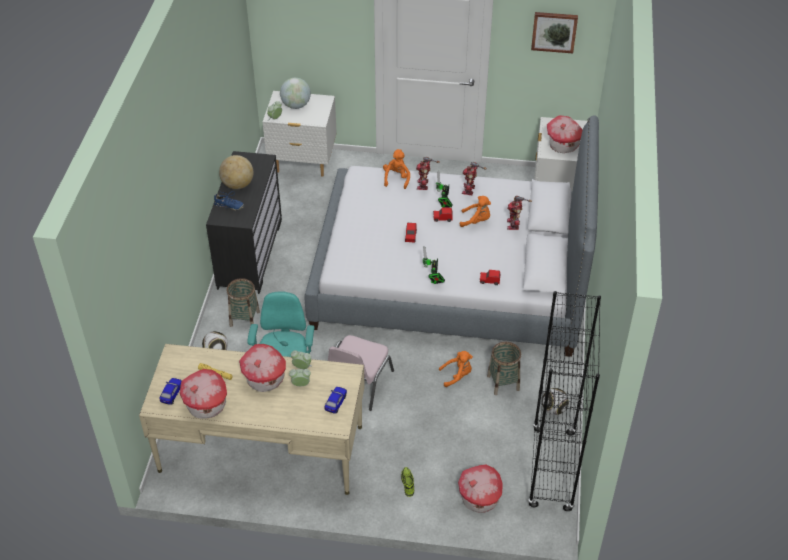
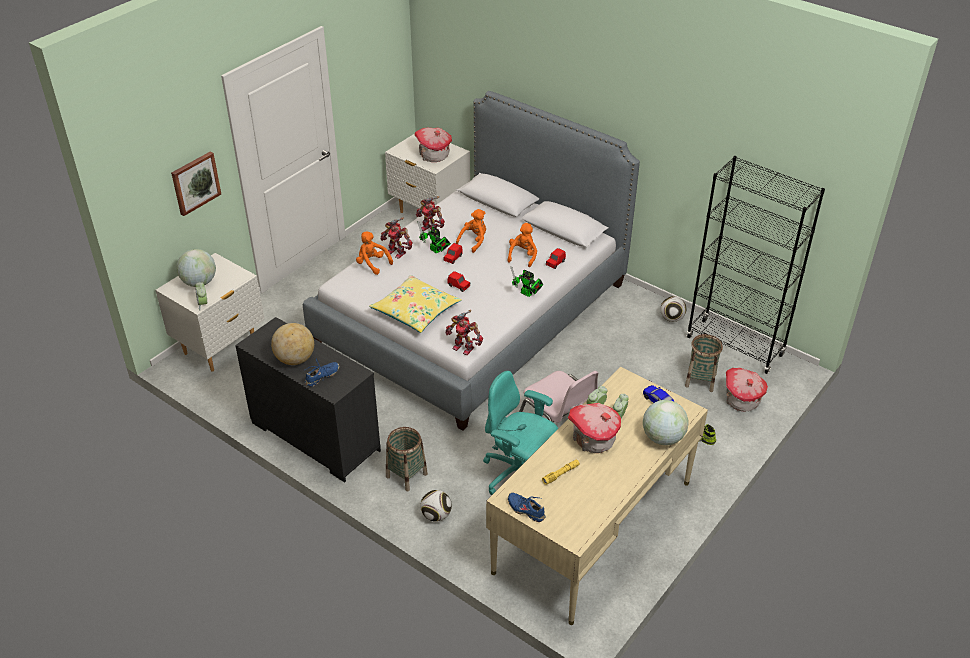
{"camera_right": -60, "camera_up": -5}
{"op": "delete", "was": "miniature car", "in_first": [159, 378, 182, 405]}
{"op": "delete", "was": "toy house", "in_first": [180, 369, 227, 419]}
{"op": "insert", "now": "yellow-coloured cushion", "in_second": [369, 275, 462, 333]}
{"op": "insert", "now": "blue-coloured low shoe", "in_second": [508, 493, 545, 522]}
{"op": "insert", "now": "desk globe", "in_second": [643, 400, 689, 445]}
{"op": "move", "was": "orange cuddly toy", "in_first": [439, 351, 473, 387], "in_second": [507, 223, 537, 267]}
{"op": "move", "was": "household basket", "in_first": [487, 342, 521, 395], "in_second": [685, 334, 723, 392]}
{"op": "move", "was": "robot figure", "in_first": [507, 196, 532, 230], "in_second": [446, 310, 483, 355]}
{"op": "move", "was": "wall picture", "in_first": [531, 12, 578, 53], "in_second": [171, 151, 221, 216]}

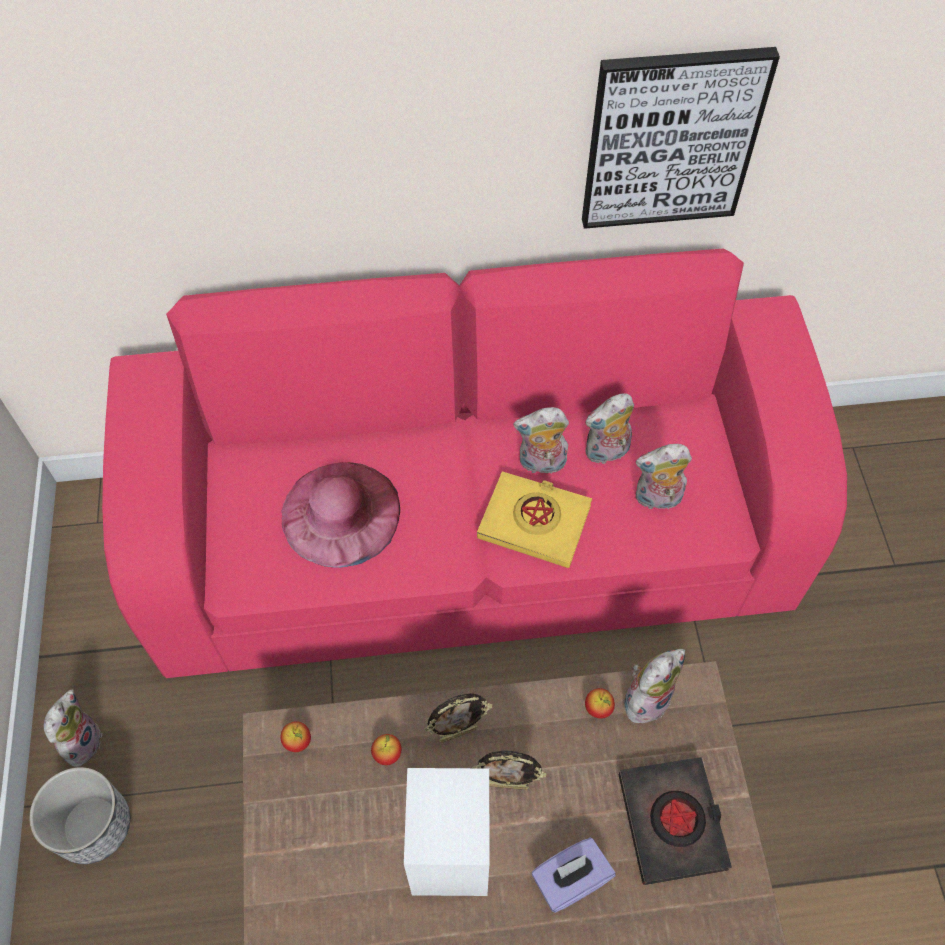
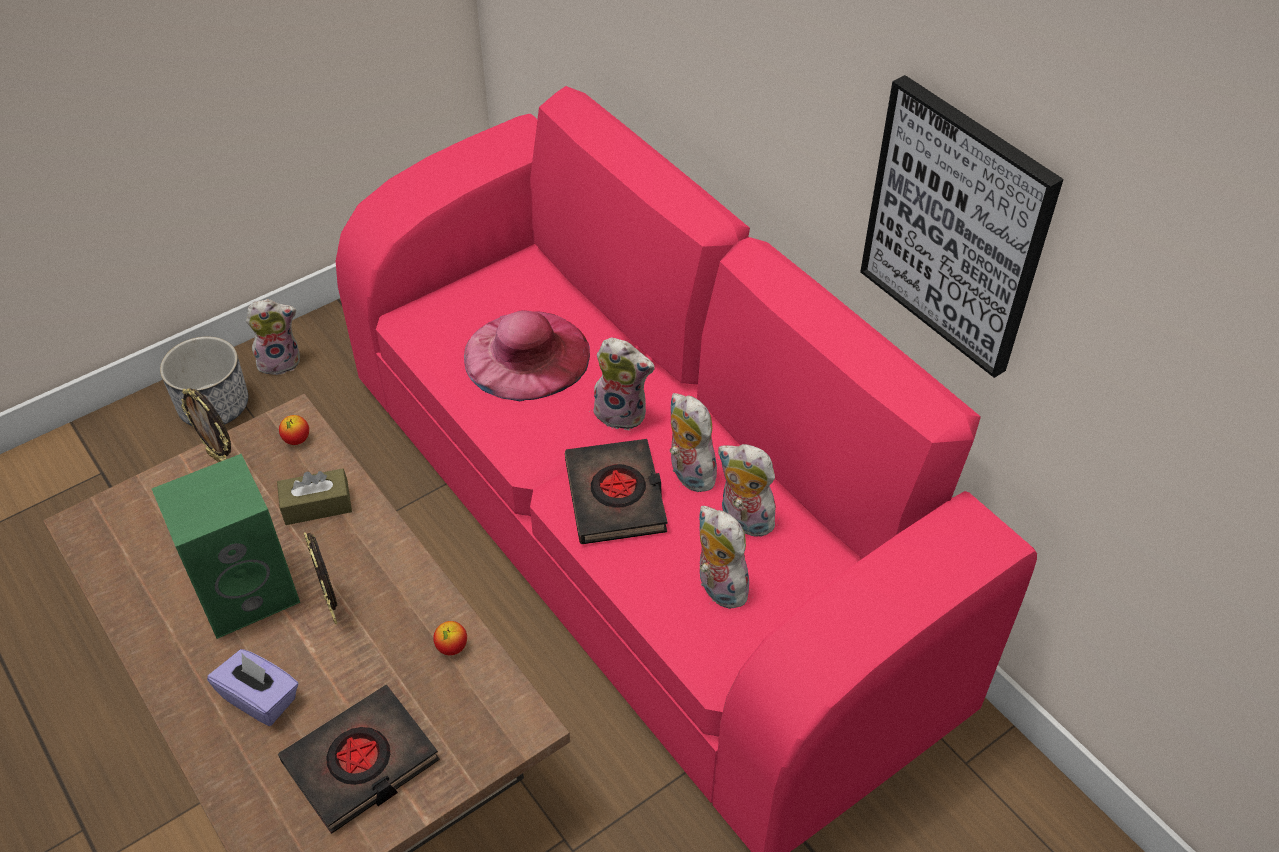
{"camera_right": 60, "camera_up": -10}
{"op": "move", "was": "photo frame", "in_first": [424, 693, 492, 742], "in_second": [181, 388, 231, 462]}
{"op": "move", "was": "cuddly toy", "in_first": [624, 649, 685, 723], "in_second": [591, 338, 655, 431]}
{"op": "replace", "was": "apple fruit", "now": "brown-coloured tissue box", "in_first": [371, 734, 401, 765], "in_second": [277, 468, 352, 525]}
{"op": "recolor", "was": "white-coloured speaker", "now": "green-coloured speaker", "in_first": [404, 768, 489, 896], "in_second": [152, 454, 300, 639]}
{"op": "recolor", "was": "yellow-coloured bound book", "now": "blackish bound book", "in_first": [477, 471, 592, 568], "in_second": [565, 439, 668, 544]}

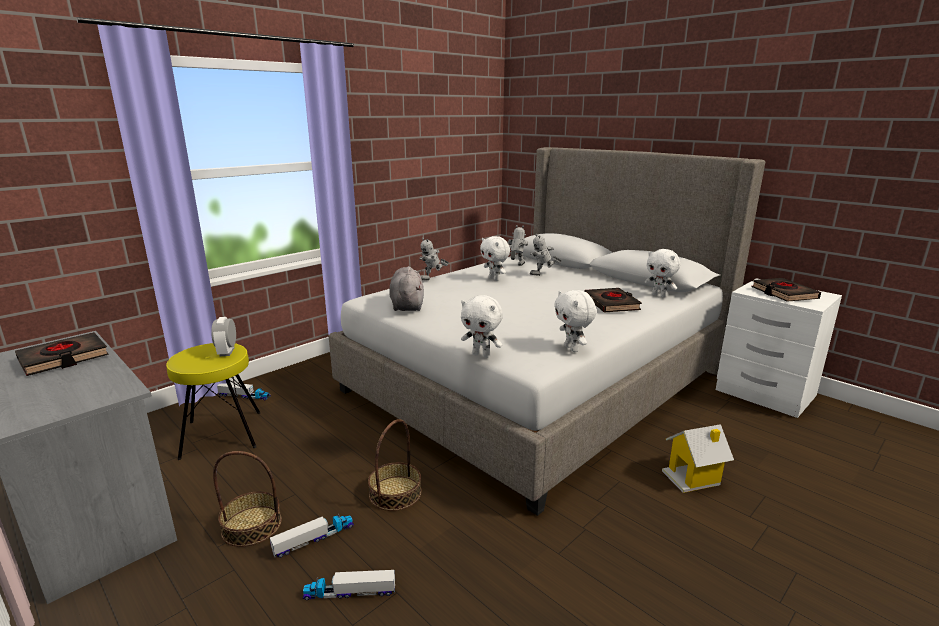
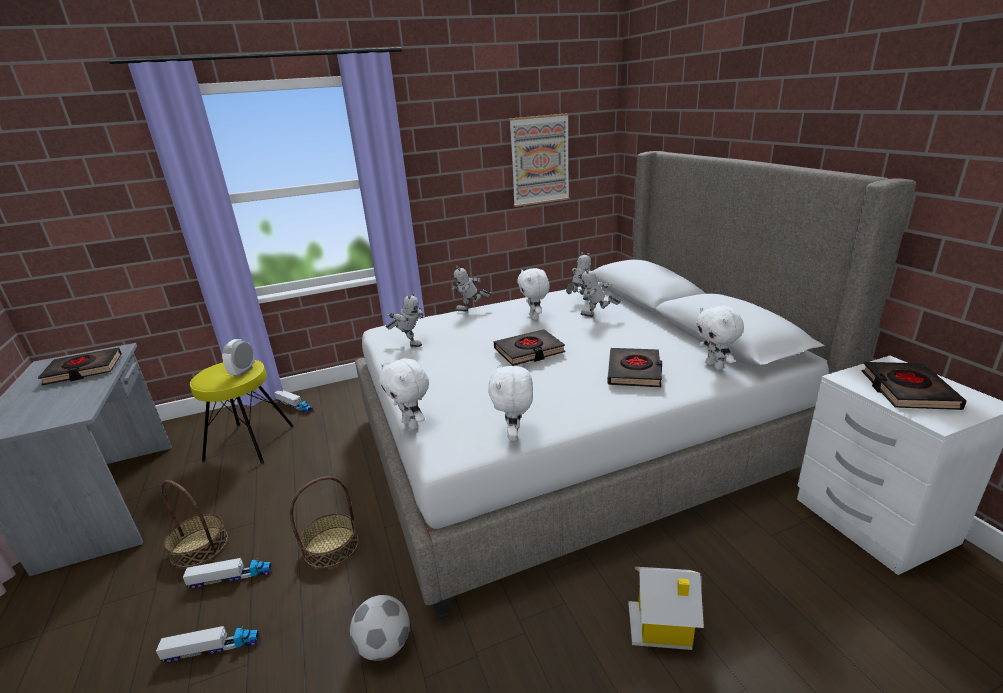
{"camera_right": 25, "camera_up": 5}
{"op": "insert", "now": "football", "in_second": [350, 595, 410, 661]}
{"op": "insert", "now": "blackish bound book", "in_second": [494, 329, 565, 366]}
{"op": "insert", "now": "wall picture", "in_second": [509, 113, 569, 207]}
{"op": "replace", "was": "gray cuddly toy", "now": "robot figure", "in_first": [389, 266, 424, 311], "in_second": [385, 292, 425, 347]}
{"op": "rotate", "was": "model truck", "in_first": [303, 570, 395, 600], "in_second": [156, 626, 260, 663], "clockwise": 150}

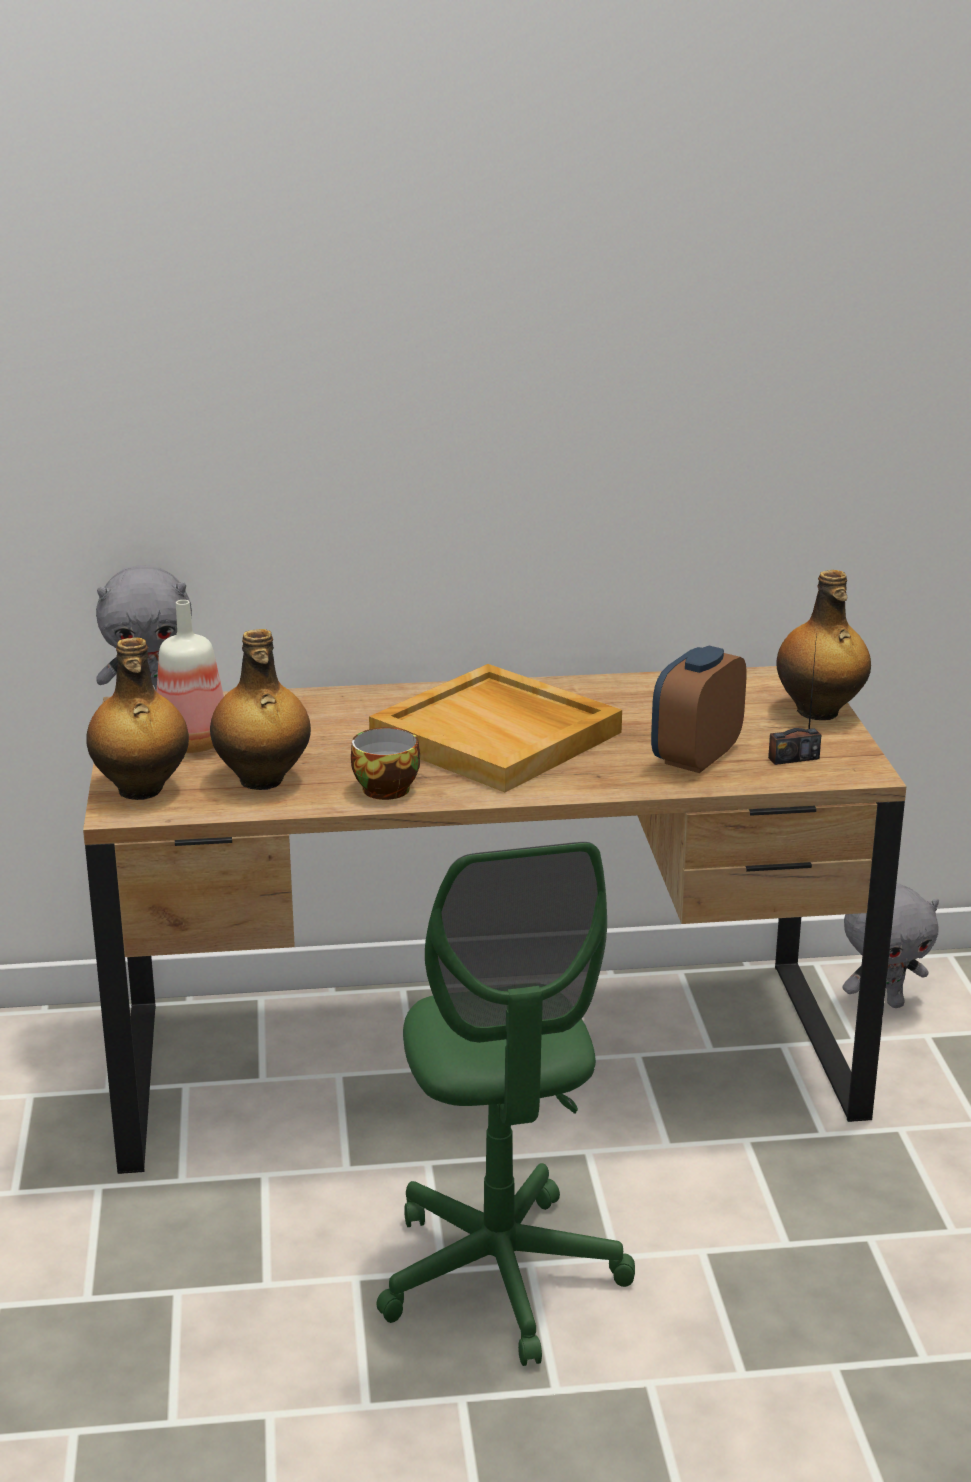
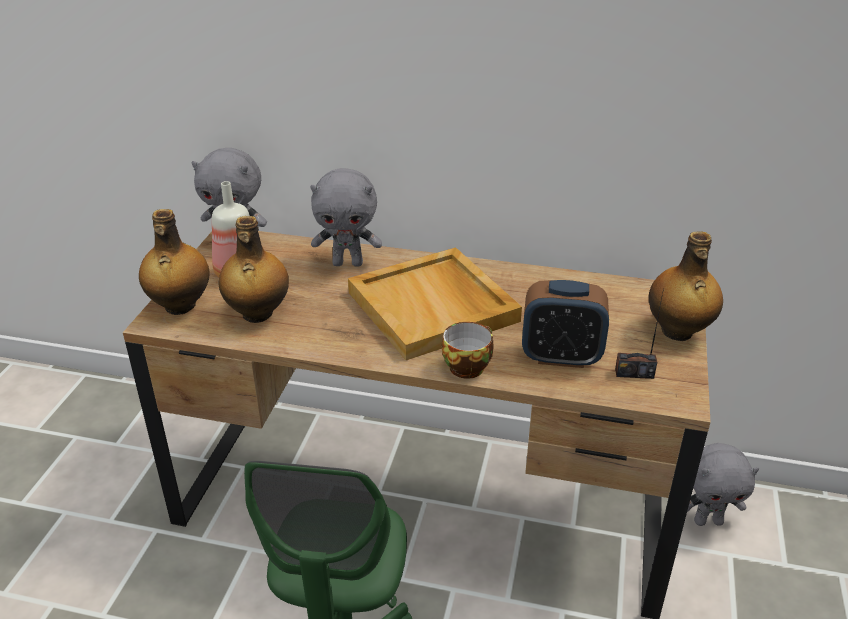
{"camera_right": 20, "camera_up": 10}
{"op": "insert", "now": "gray cuddly toy", "in_second": [310, 168, 382, 267]}
{"op": "move", "was": "cup", "in_first": [351, 727, 420, 800], "in_second": [442, 322, 494, 379]}
{"op": "rotate", "was": "table clock", "in_first": [651, 646, 747, 773], "in_second": [522, 280, 609, 368], "clockwise": -135}

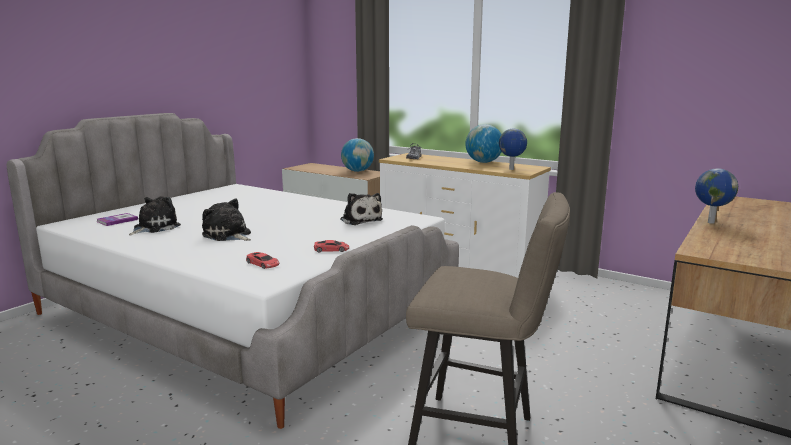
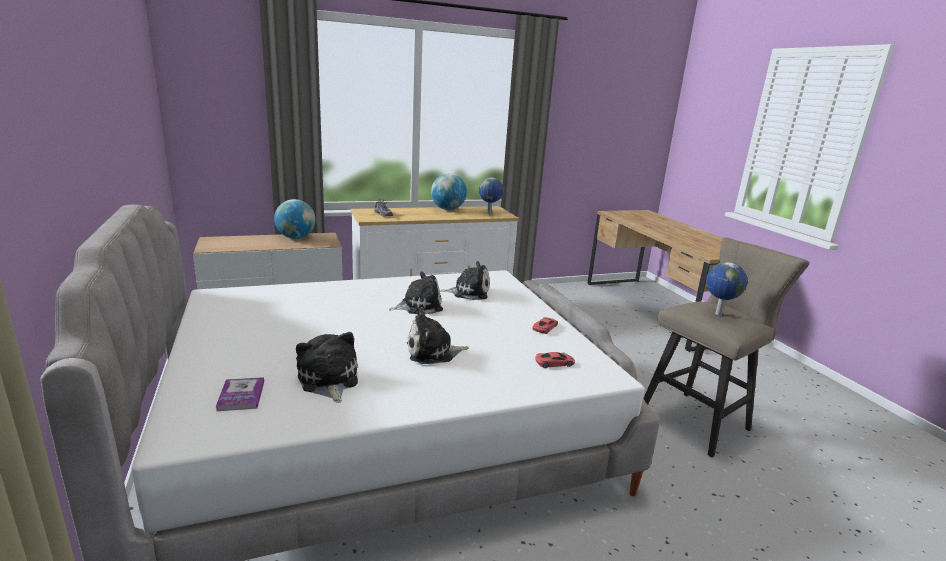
{"camera_right": -55, "camera_up": 5}
{"op": "insert", "now": "cuddly toy", "in_second": [389, 271, 443, 314]}
{"op": "move", "was": "desk globe", "in_first": [695, 168, 738, 224], "in_second": [706, 262, 748, 316]}

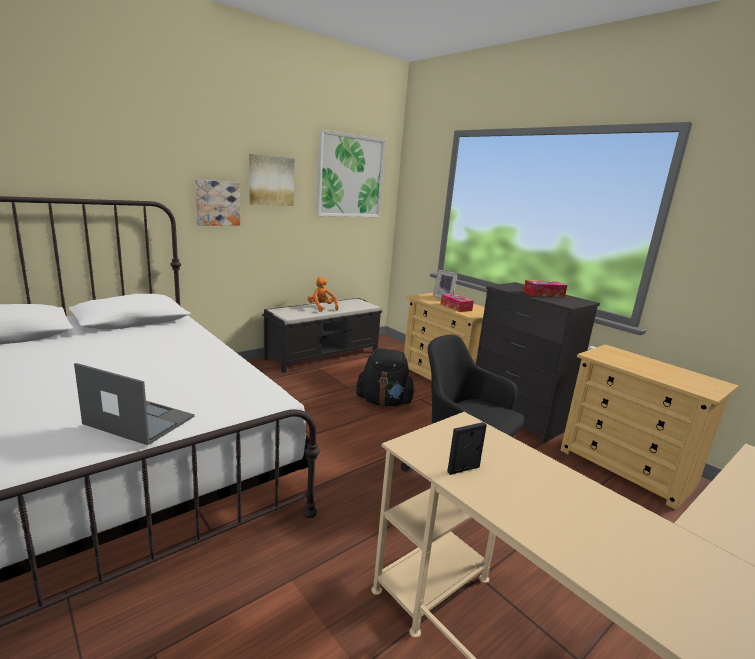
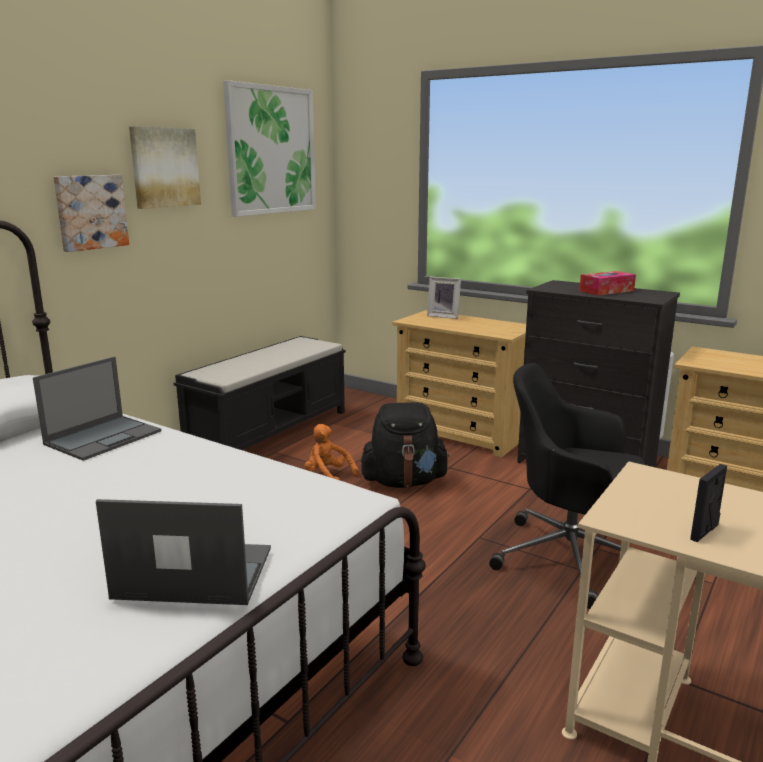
{"camera_right": -15, "camera_up": 0}
{"op": "delete", "was": "tissue box", "in_first": [441, 293, 474, 312]}
{"op": "insert", "now": "laptop", "in_second": [33, 356, 161, 461]}
{"op": "move", "was": "orange cuddly toy", "in_first": [308, 277, 339, 312], "in_second": [304, 424, 359, 480]}

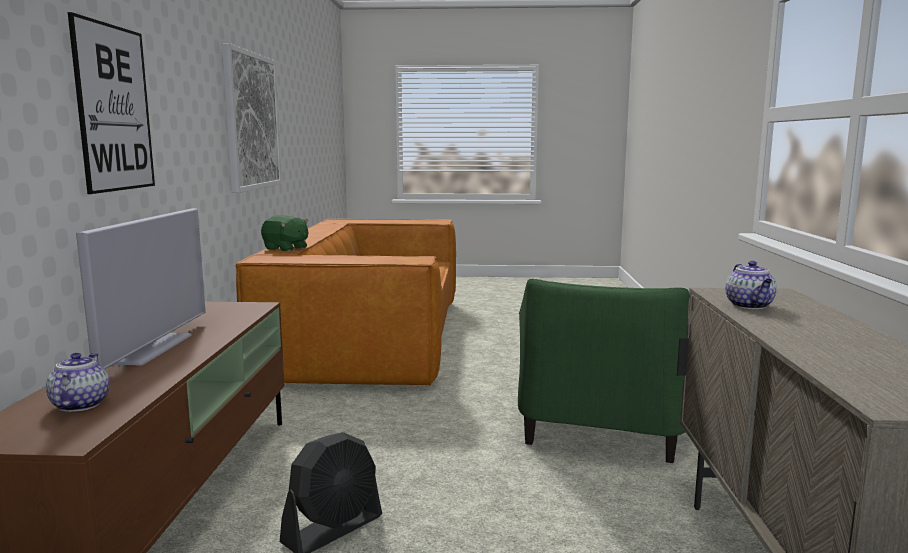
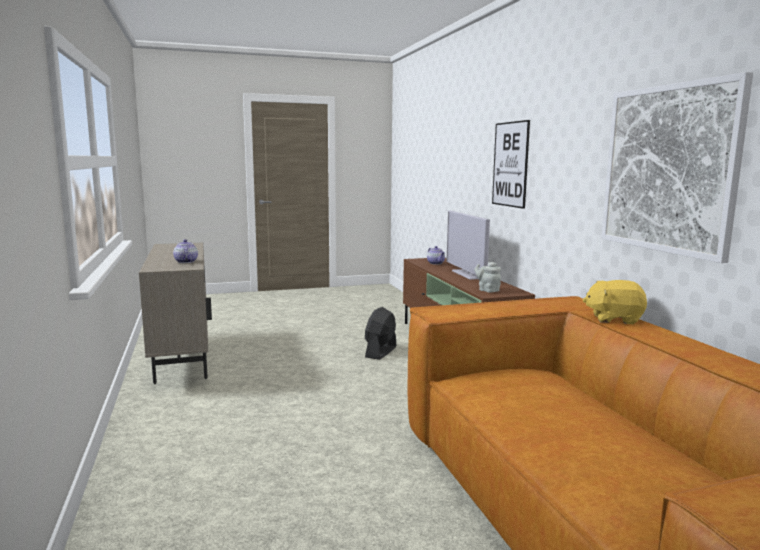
{"camera_right": 160, "camera_up": 0}
{"op": "delete", "was": "green-coloured lounge chair", "in_first": [518, 279, 689, 463]}
{"op": "insert", "now": "gray tea pot", "in_second": [474, 262, 501, 293]}
{"op": "recolor", "was": "green-coloured cuddly toy", "now": "yellow-coloured cuddly toy", "in_first": [261, 215, 309, 252], "in_second": [583, 280, 647, 324]}

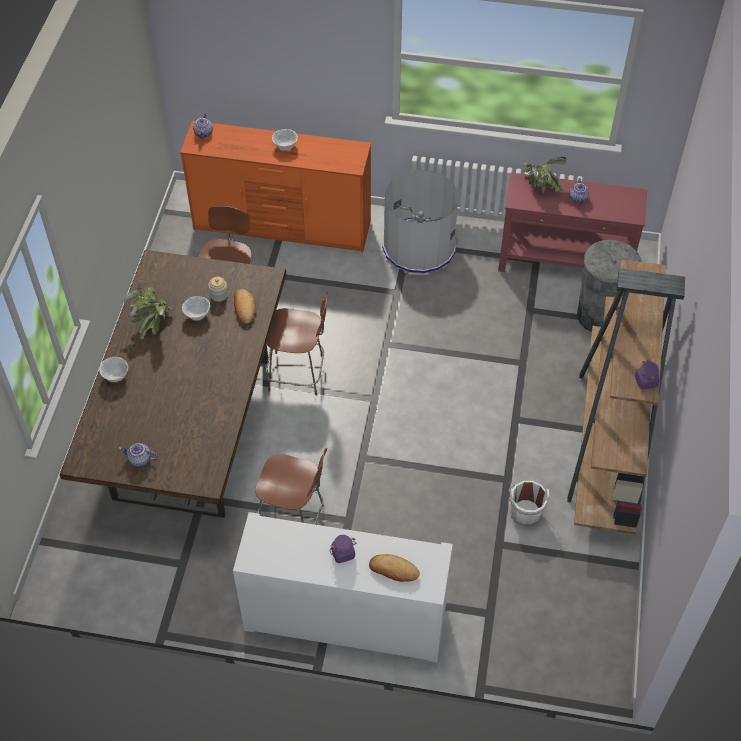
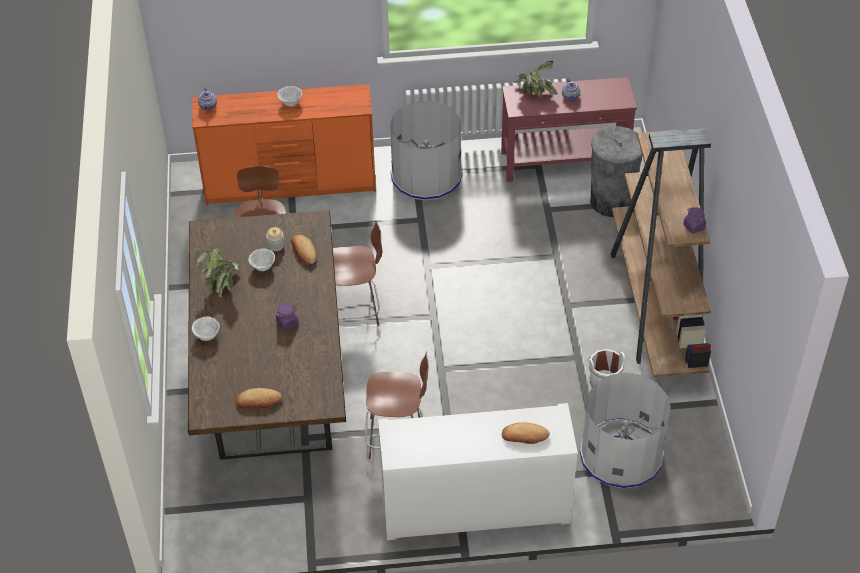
{"camera_right": -15, "camera_up": -5}
{"op": "insert", "now": "gray waste bin", "in_second": [580, 373, 671, 489]}
{"op": "move", "was": "purple-coloured preserve jar", "in_first": [330, 535, 357, 563], "in_second": [276, 304, 298, 330]}
{"op": "replace", "was": "tea pot", "now": "baked bread", "in_first": [119, 443, 157, 467], "in_second": [235, 388, 282, 408]}

